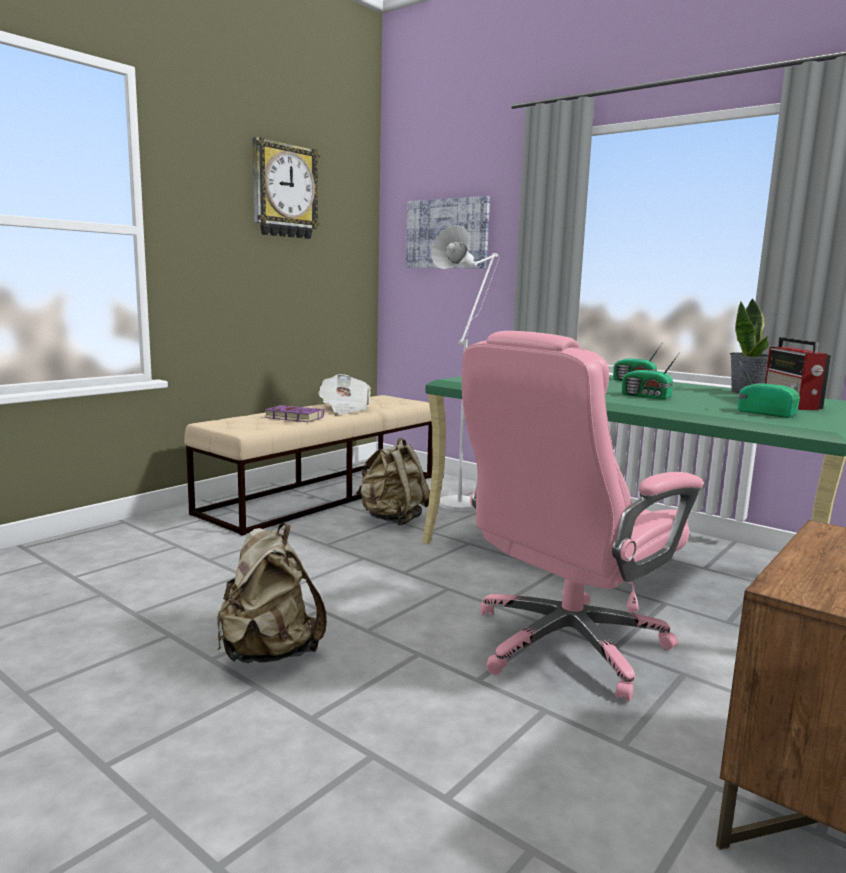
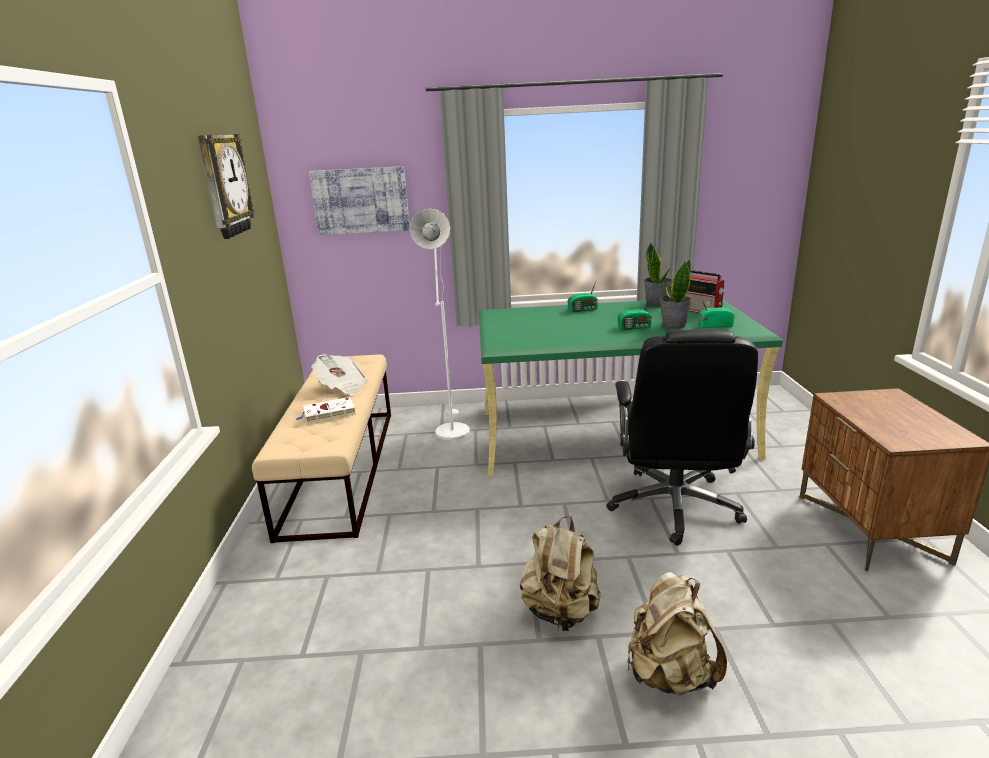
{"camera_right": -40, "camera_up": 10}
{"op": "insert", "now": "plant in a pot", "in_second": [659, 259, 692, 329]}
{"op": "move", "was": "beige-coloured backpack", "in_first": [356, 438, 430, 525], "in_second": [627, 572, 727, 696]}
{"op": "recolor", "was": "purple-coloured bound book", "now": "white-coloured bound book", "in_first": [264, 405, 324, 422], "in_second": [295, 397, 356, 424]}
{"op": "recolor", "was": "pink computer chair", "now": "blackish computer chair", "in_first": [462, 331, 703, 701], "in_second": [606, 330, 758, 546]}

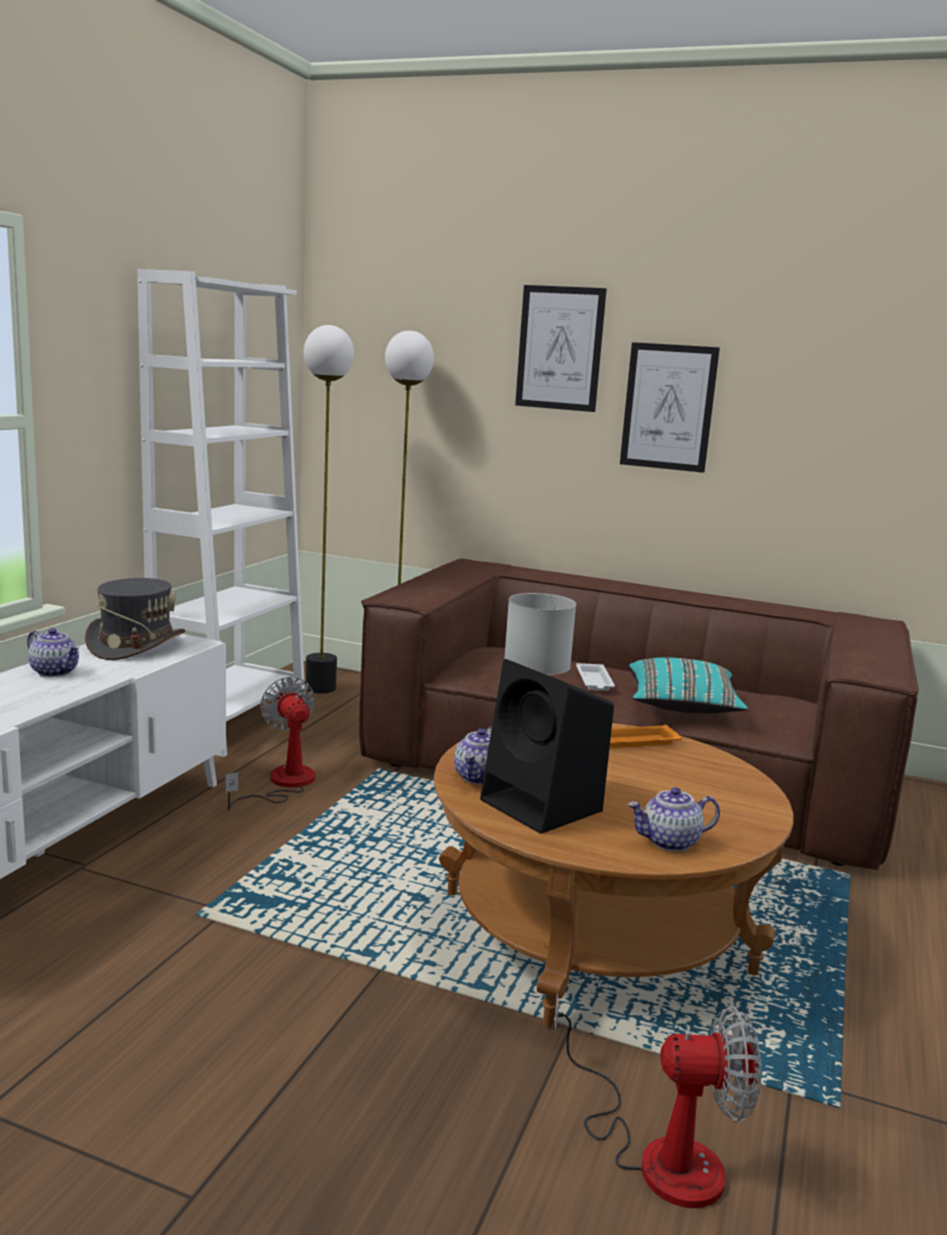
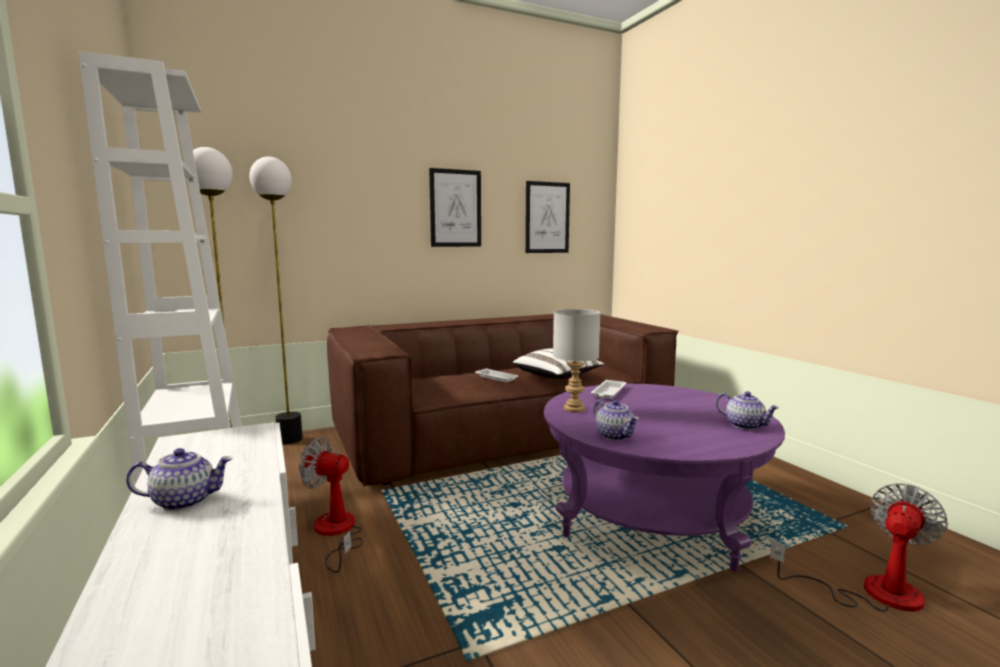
{"camera_right": -45, "camera_up": -5}
{"op": "delete", "was": "gray wearable hat", "in_first": [85, 578, 185, 660]}
{"op": "delete", "was": "blackish speaker", "in_first": [480, 659, 614, 834]}
{"op": "move", "was": "wall picture", "in_first": [515, 285, 607, 412], "in_second": [525, 181, 570, 253]}
{"op": "recolor", "was": "brown-coloured coffee table", "now": "purple-coloured coffee table", "in_first": [434, 723, 793, 1027], "in_second": [544, 384, 785, 571]}
{"op": "recolor", "was": "orange serving tray", "now": "white-coloured serving tray", "in_first": [610, 725, 682, 748], "in_second": [591, 380, 626, 399]}
{"op": "recolor", "was": "turquoise cushion", "now": "white-coloured cushion", "in_first": [629, 657, 748, 713], "in_second": [513, 348, 604, 379]}
{"op": "rotate", "was": "tea pot", "in_first": [628, 787, 720, 852], "in_second": [716, 391, 780, 430], "clockwise": -75}

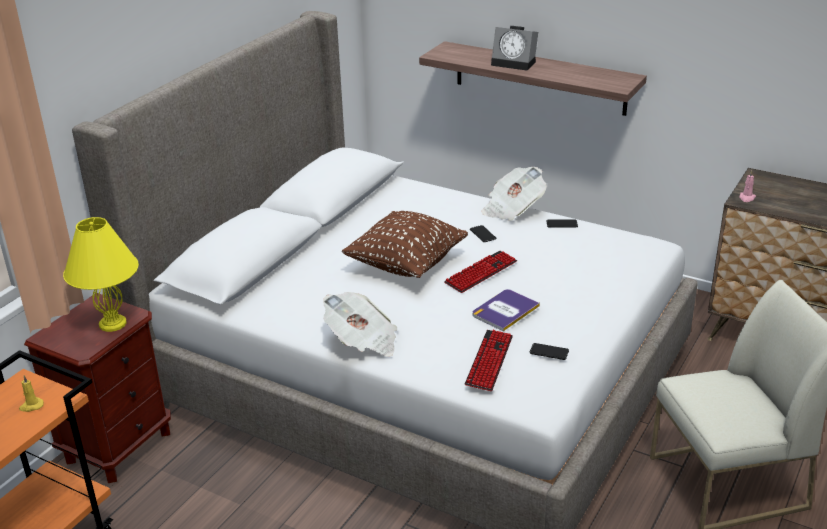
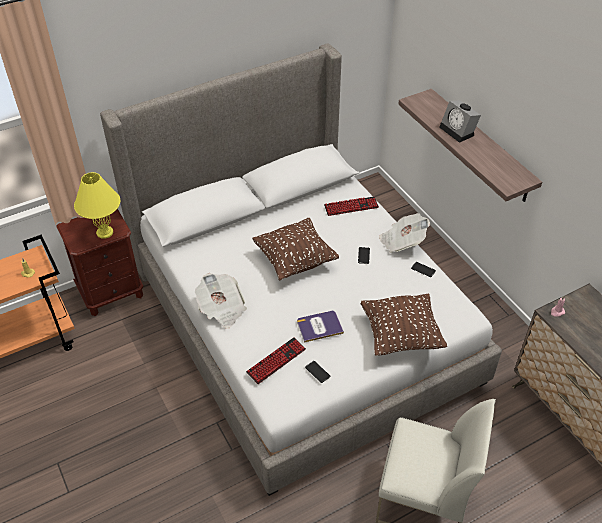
{"camera_right": 30, "camera_up": 15}
{"op": "insert", "now": "brown-coloured cushion", "in_second": [361, 294, 447, 356]}
{"op": "move", "was": "computer keyboard", "in_first": [444, 251, 517, 293], "in_second": [324, 196, 379, 216]}

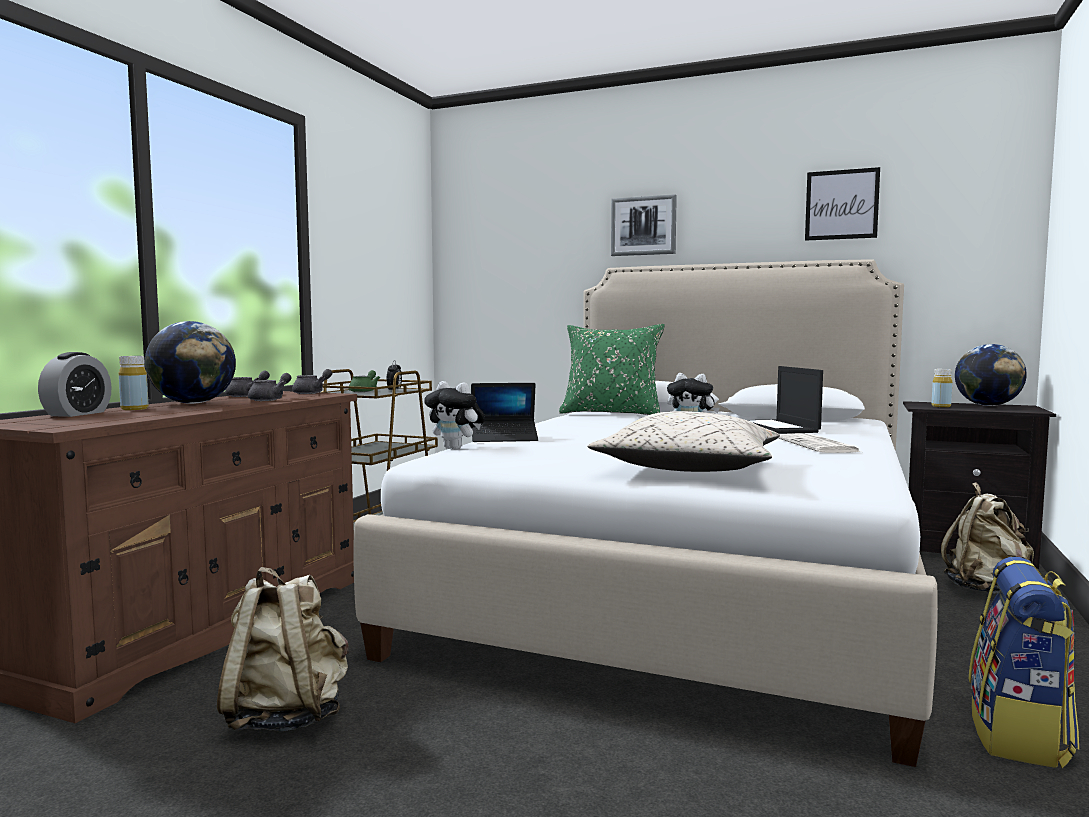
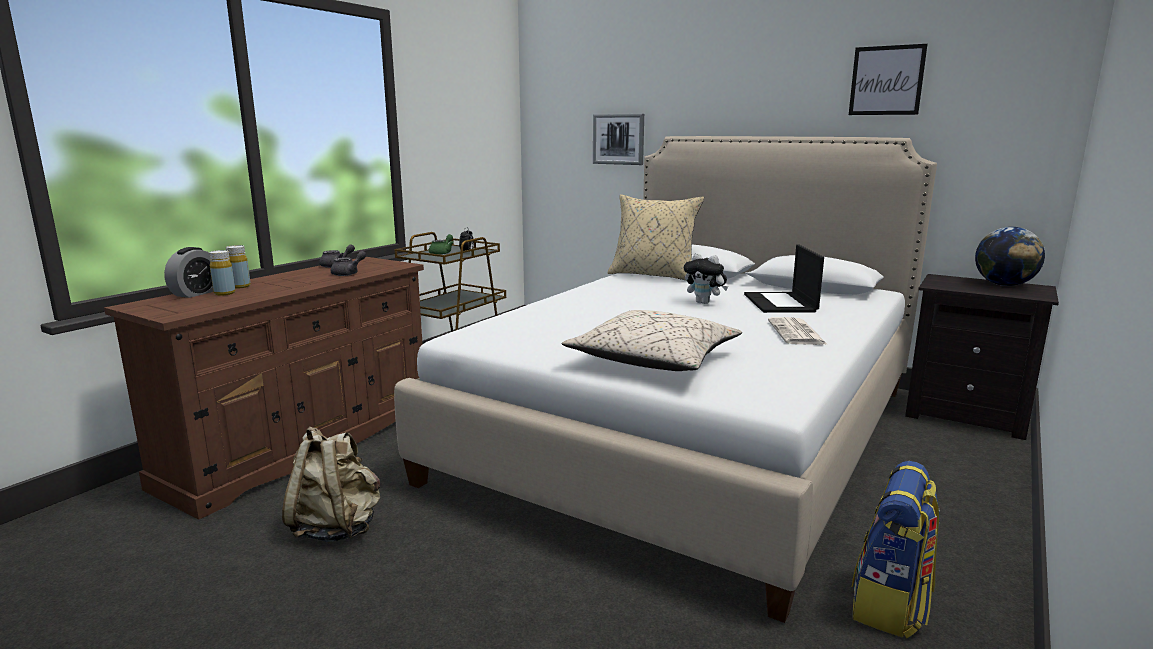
{"camera_right": 10, "camera_up": 10}
{"op": "delete", "was": "desk globe", "in_first": [145, 321, 236, 404]}
{"op": "delete", "was": "gray tea pot", "in_first": [292, 369, 332, 394]}
{"op": "delete", "was": "cuddly toy", "in_first": [424, 381, 485, 449]}
{"op": "delete", "was": "laptop", "in_first": [471, 383, 538, 442]}
{"op": "delete", "was": "beige-coloured backpack", "in_first": [941, 482, 1034, 594]}
{"op": "move", "was": "wall picture", "in_first": [611, 194, 677, 256], "in_second": [593, 114, 644, 165]}
{"op": "move", "was": "yellow-coloured bottle", "in_first": [932, 369, 952, 407], "in_second": [209, 250, 235, 295]}
{"op": "recolor", "was": "green-coloured cushion", "now": "beige-coloured cushion", "in_first": [559, 324, 665, 415], "in_second": [608, 194, 704, 281]}

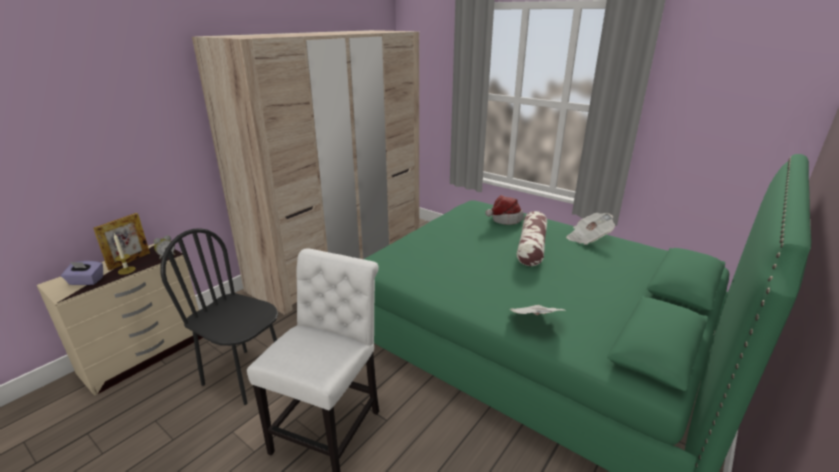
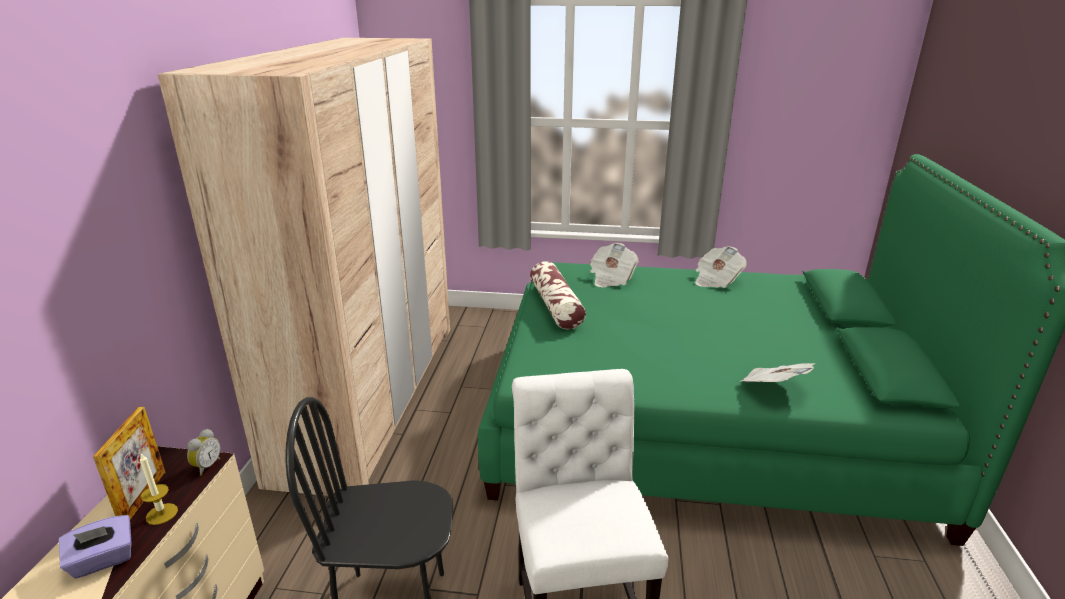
{"camera_right": -30, "camera_up": 0}
{"op": "move", "was": "cushion", "in_first": [517, 211, 547, 266], "in_second": [530, 261, 586, 329]}
{"op": "replace", "was": "wearable hat", "now": "daily paper", "in_first": [485, 195, 524, 225], "in_second": [590, 243, 639, 287]}

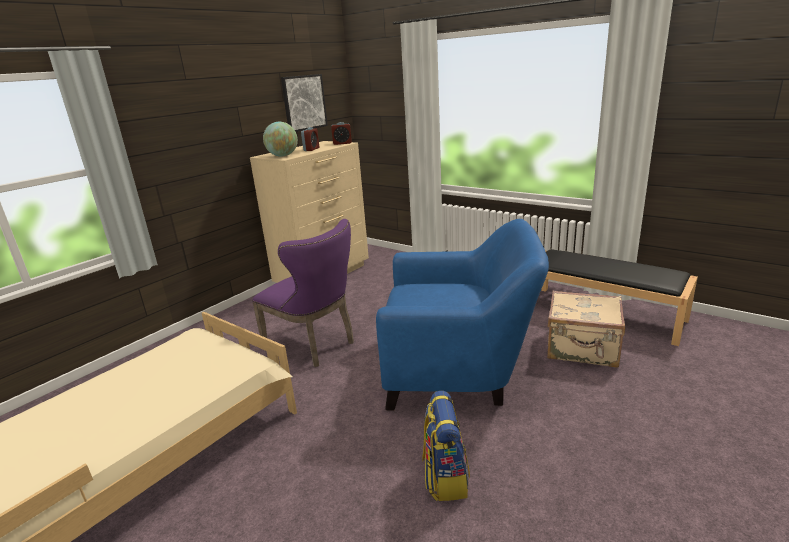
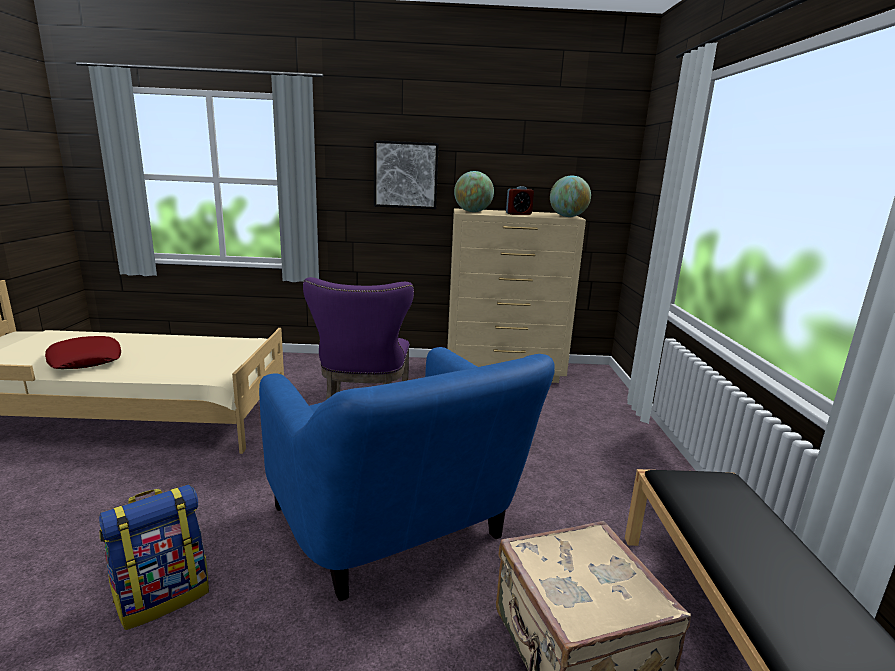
{"camera_right": 50, "camera_up": -5}
{"op": "insert", "now": "red cushion", "in_second": [45, 336, 121, 369]}
{"op": "move", "was": "wall picture", "in_first": [281, 74, 328, 132], "in_second": [374, 140, 439, 209]}
{"op": "replace", "was": "table clock", "now": "desk globe", "in_first": [331, 122, 352, 145], "in_second": [550, 176, 591, 217]}

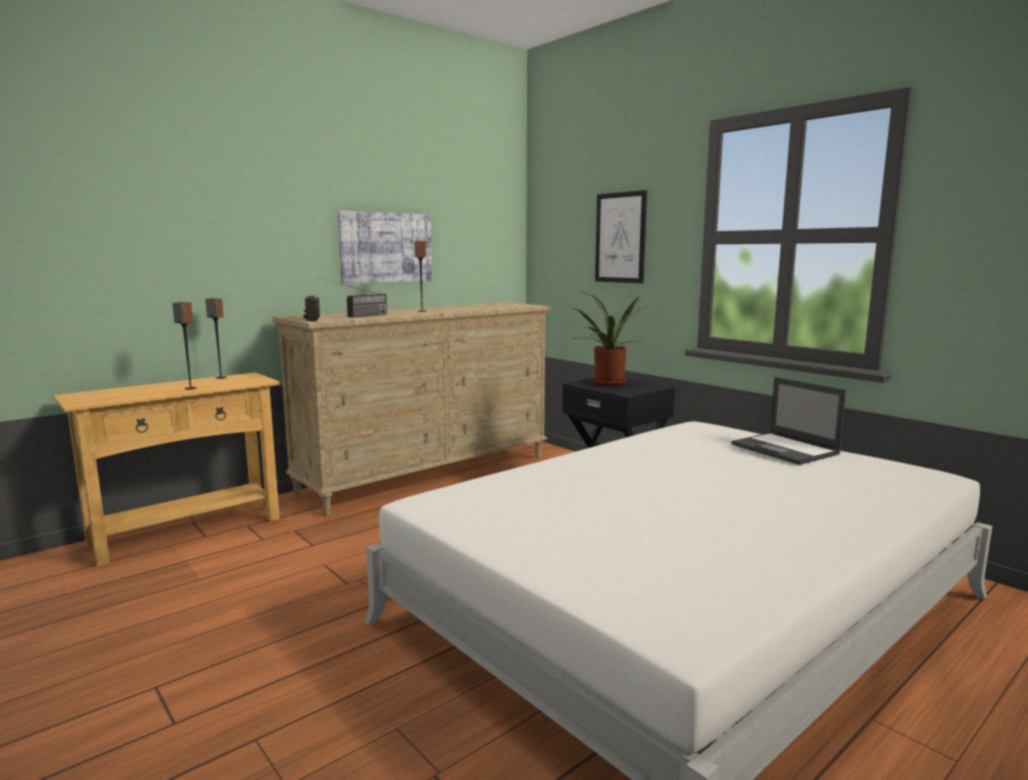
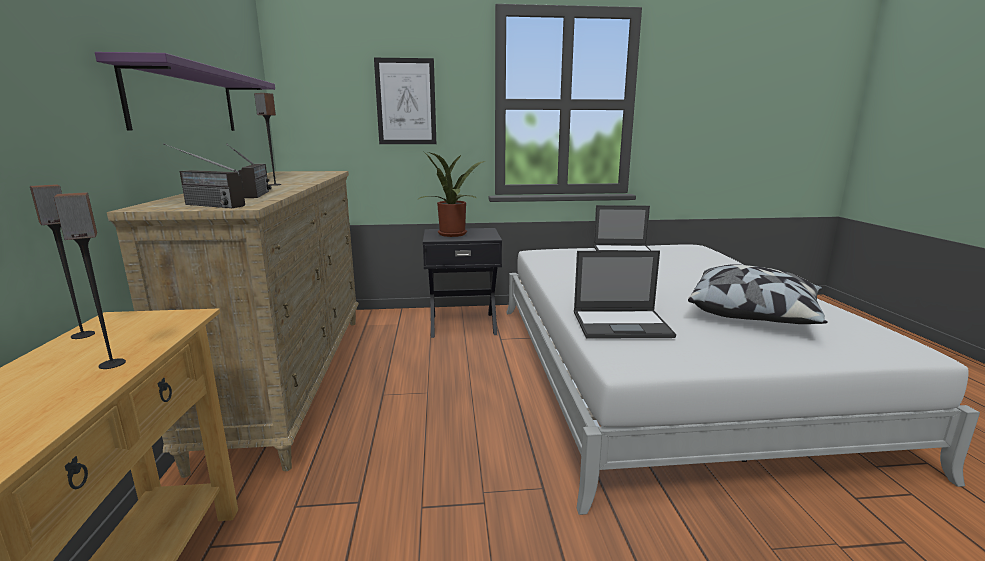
{"camera_right": -55, "camera_up": 5}
{"op": "insert", "now": "laptop", "in_second": [574, 251, 676, 338]}
{"op": "insert", "now": "cushion", "in_second": [688, 264, 827, 324]}
{"op": "replace", "was": "wall picture", "now": "purple-coloured bracket shelf", "in_first": [338, 211, 432, 284], "in_second": [95, 52, 275, 131]}

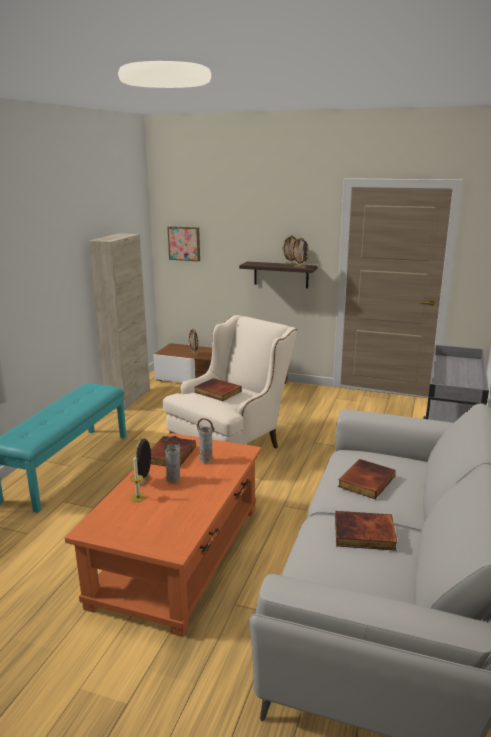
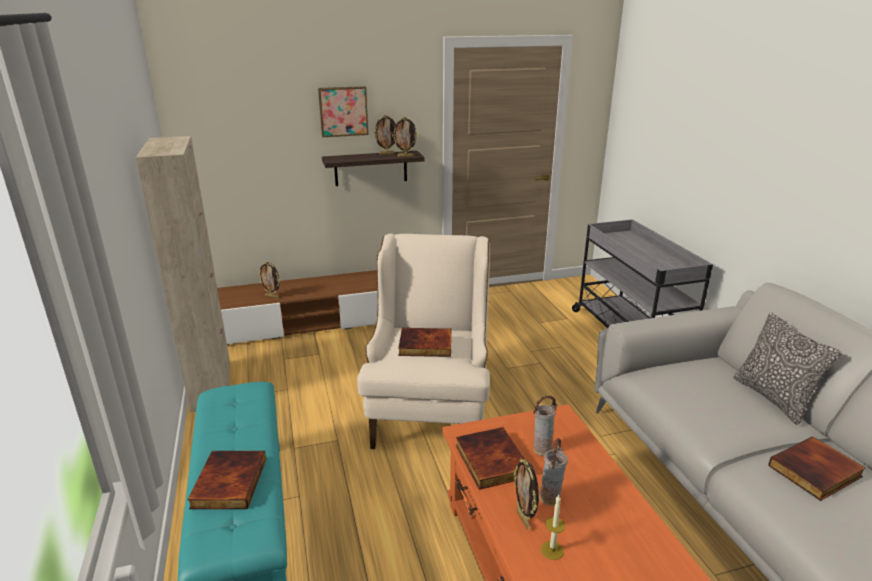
{"camera_right": -35, "camera_up": 5}
{"op": "insert", "now": "cushion", "in_second": [734, 312, 842, 425]}
{"op": "move", "was": "wall picture", "in_first": [168, 226, 200, 261], "in_second": [318, 86, 369, 137]}
{"op": "move", "was": "bound book", "in_first": [338, 459, 396, 499], "in_second": [188, 451, 266, 509]}

